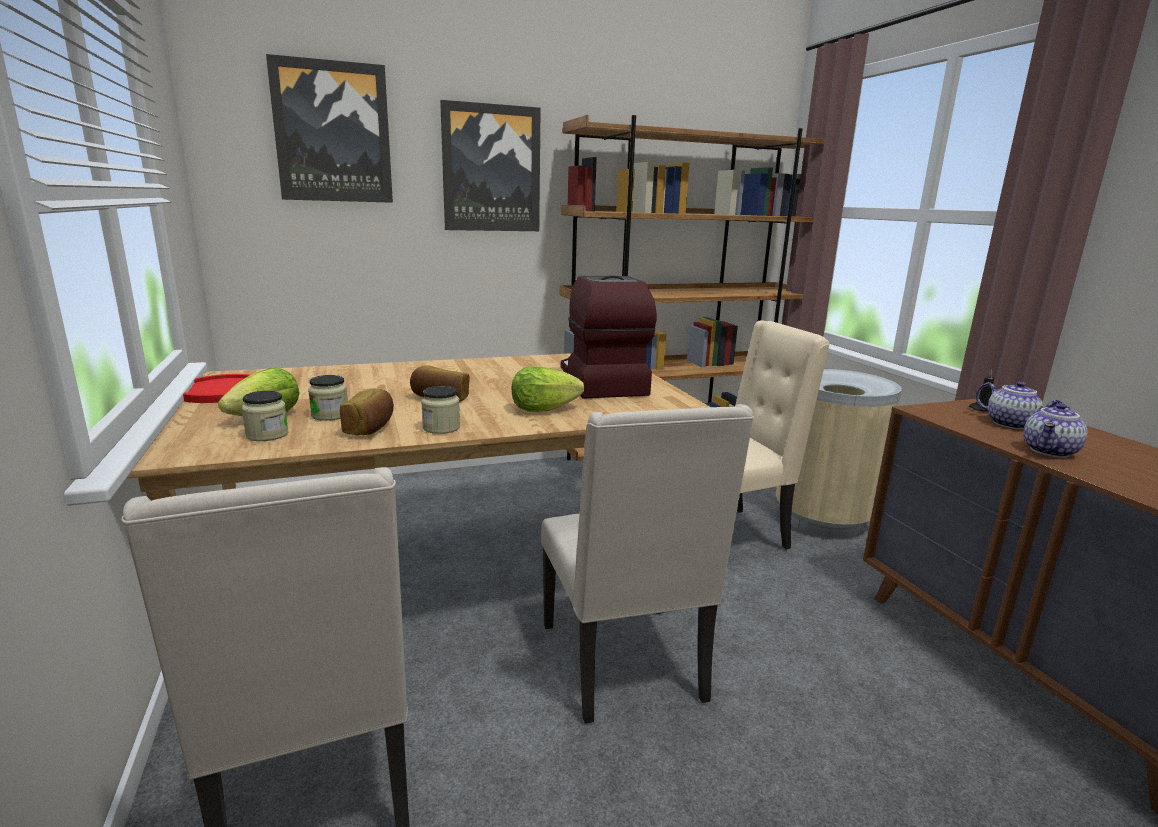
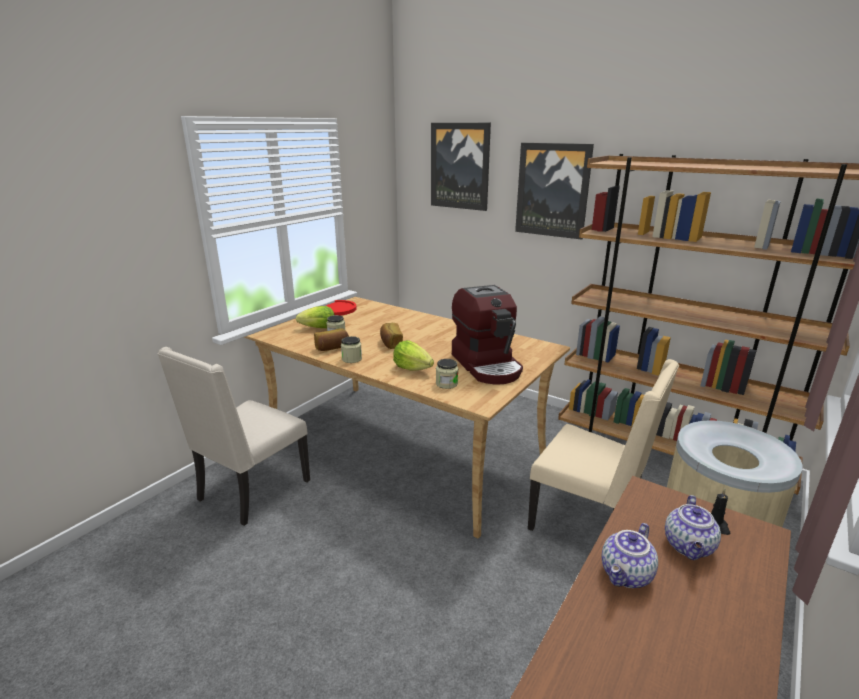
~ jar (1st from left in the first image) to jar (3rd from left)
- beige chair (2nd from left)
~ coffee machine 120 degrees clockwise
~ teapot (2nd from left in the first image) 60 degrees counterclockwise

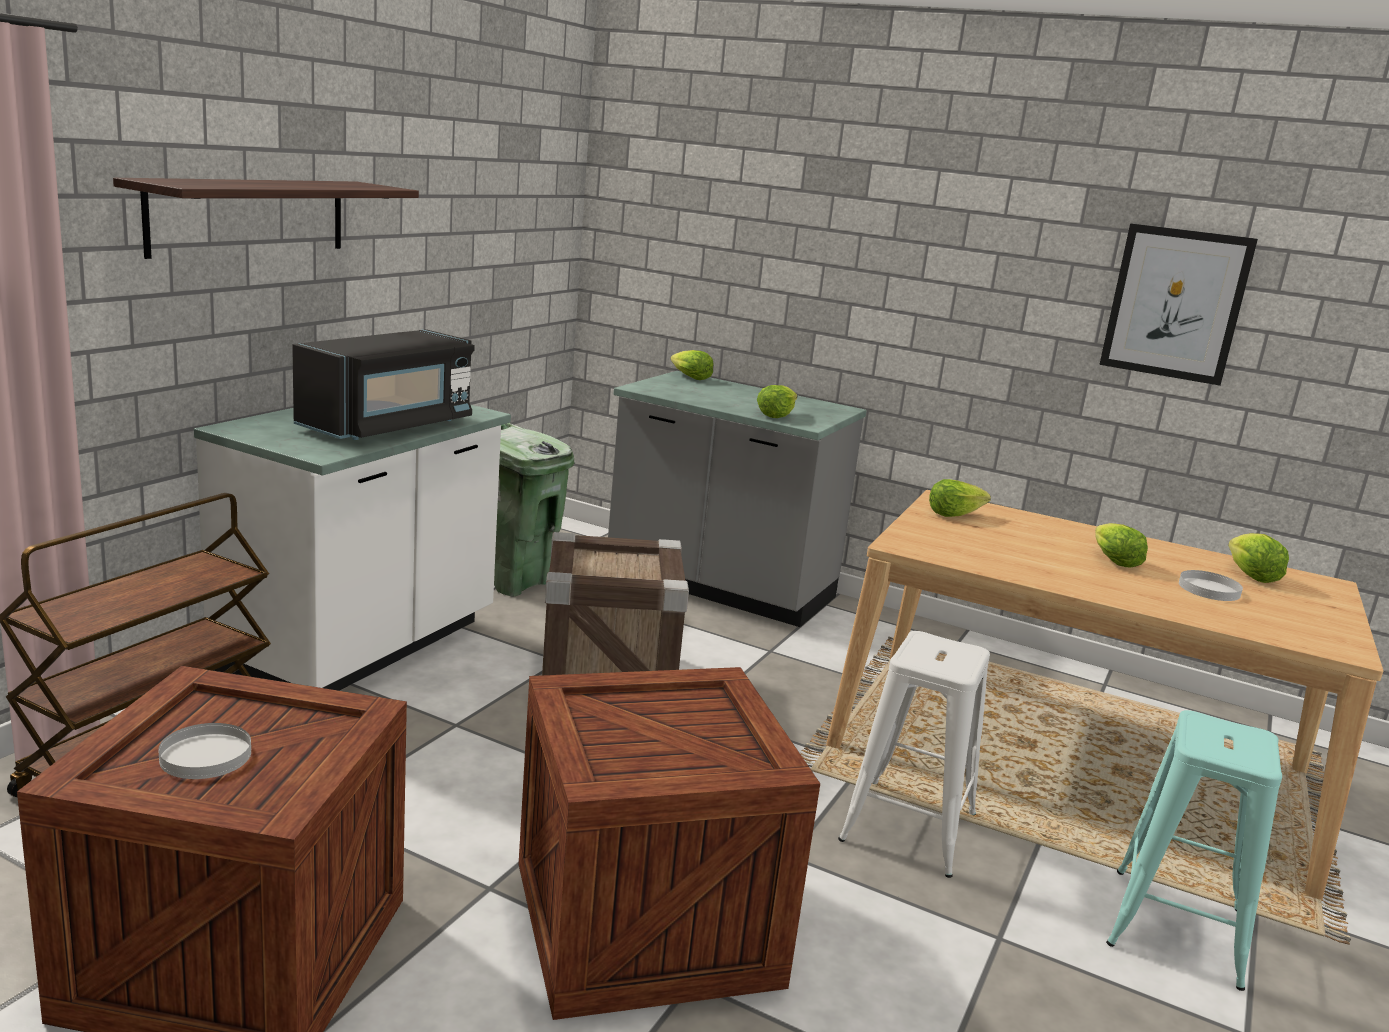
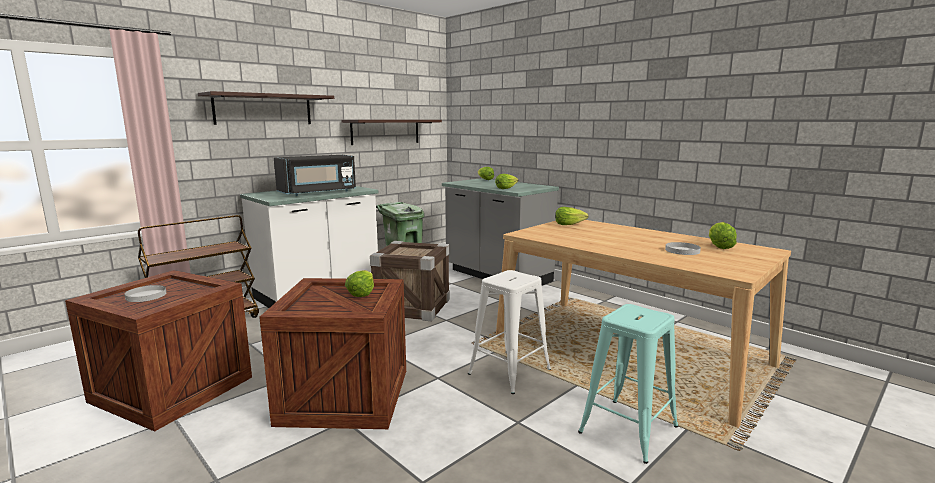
~ lettuce (4th from left in the first image) to lettuce (1st from left)
- picture
+ shelf (2nd from left)

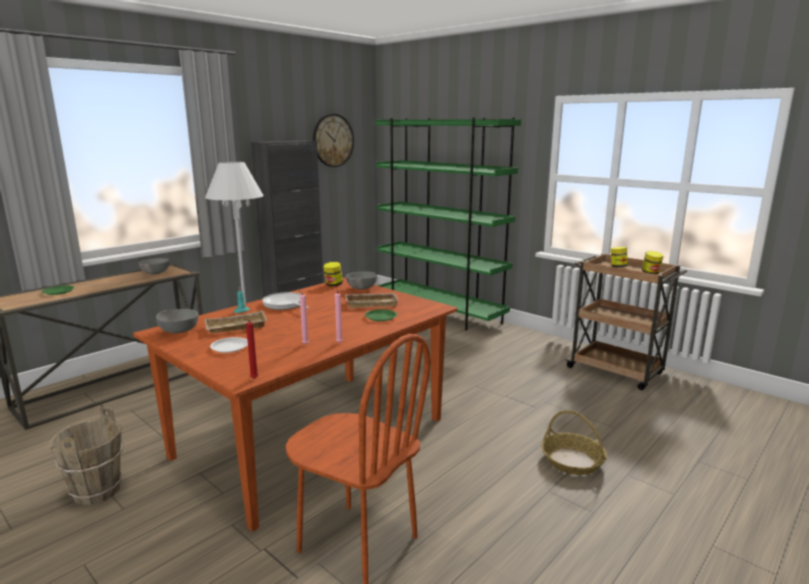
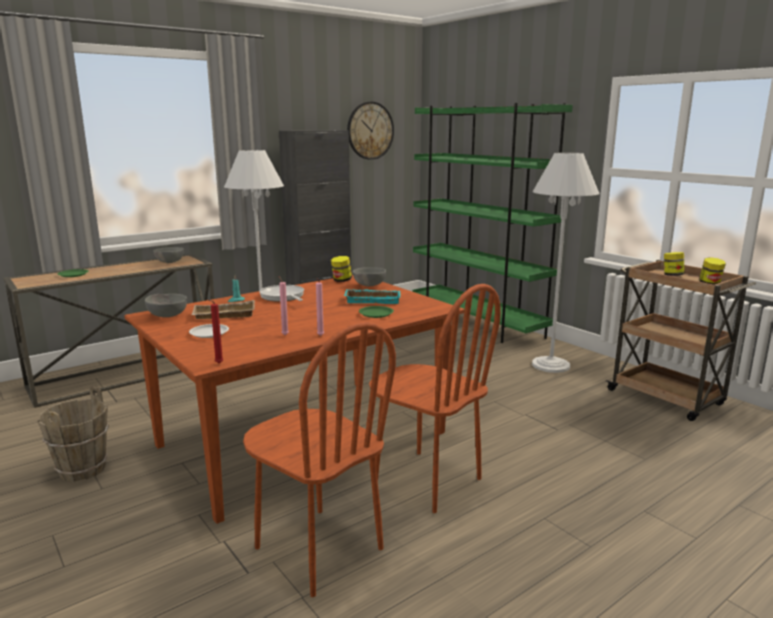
~ beige tray (2nd from left) to turquoise tray
- basket
+ brown chair (2nd from left)
+ white floor lamp (2nd from left)

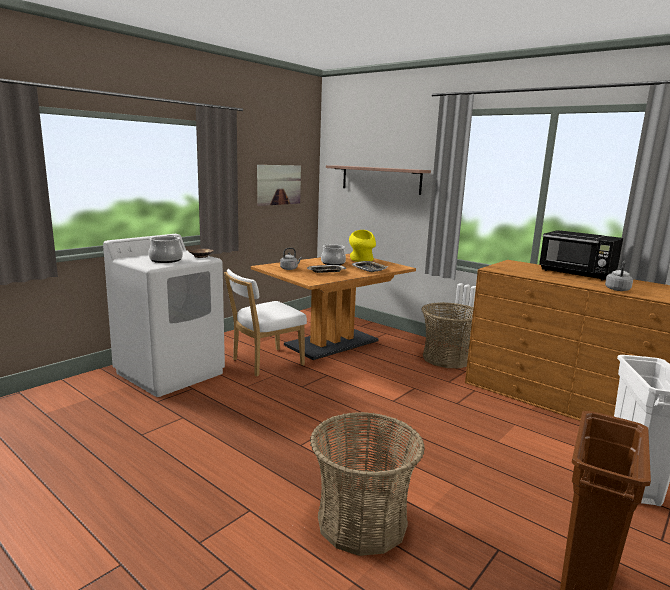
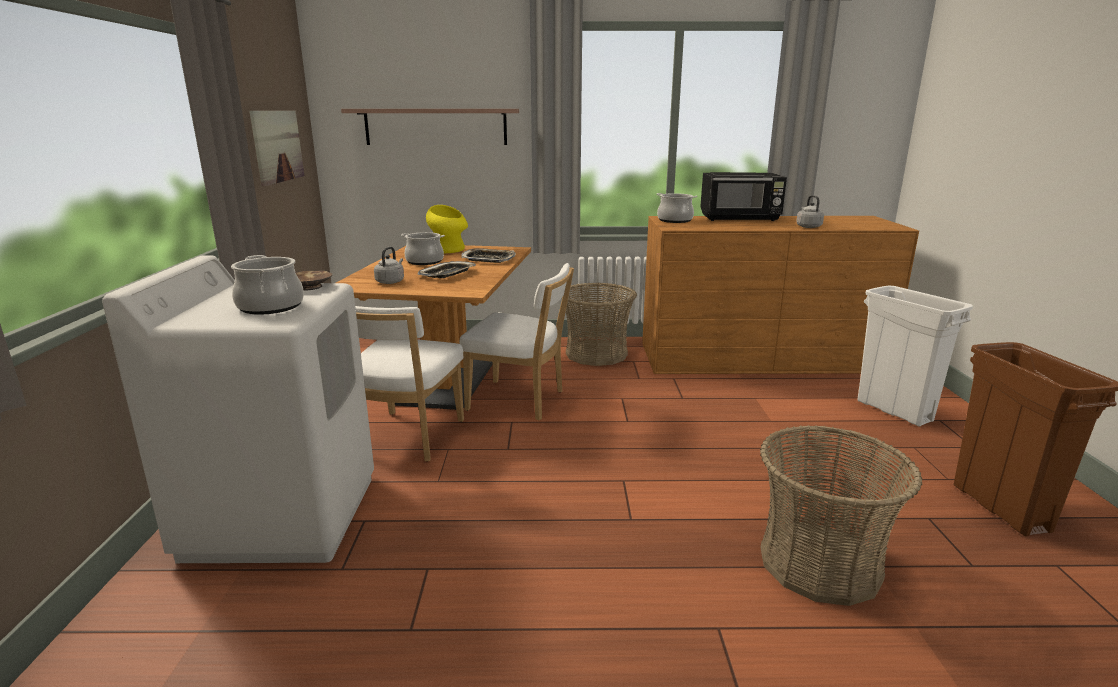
+ white chair (2nd from left)
+ cooking pot (3rd from left)

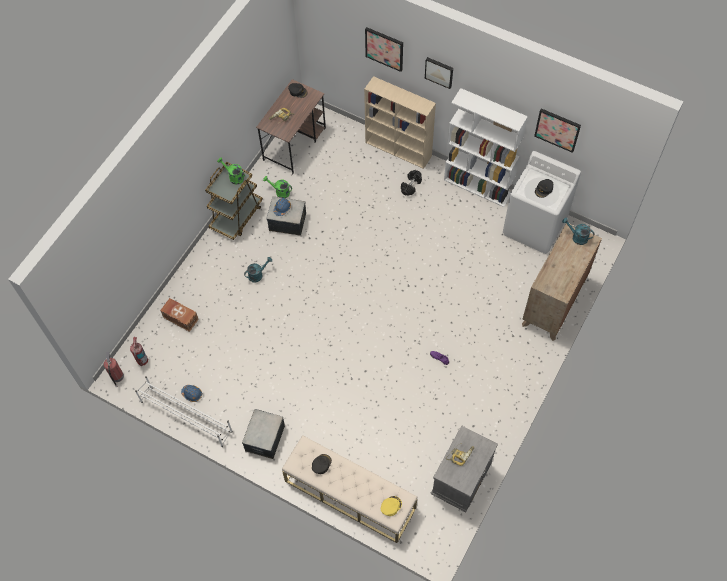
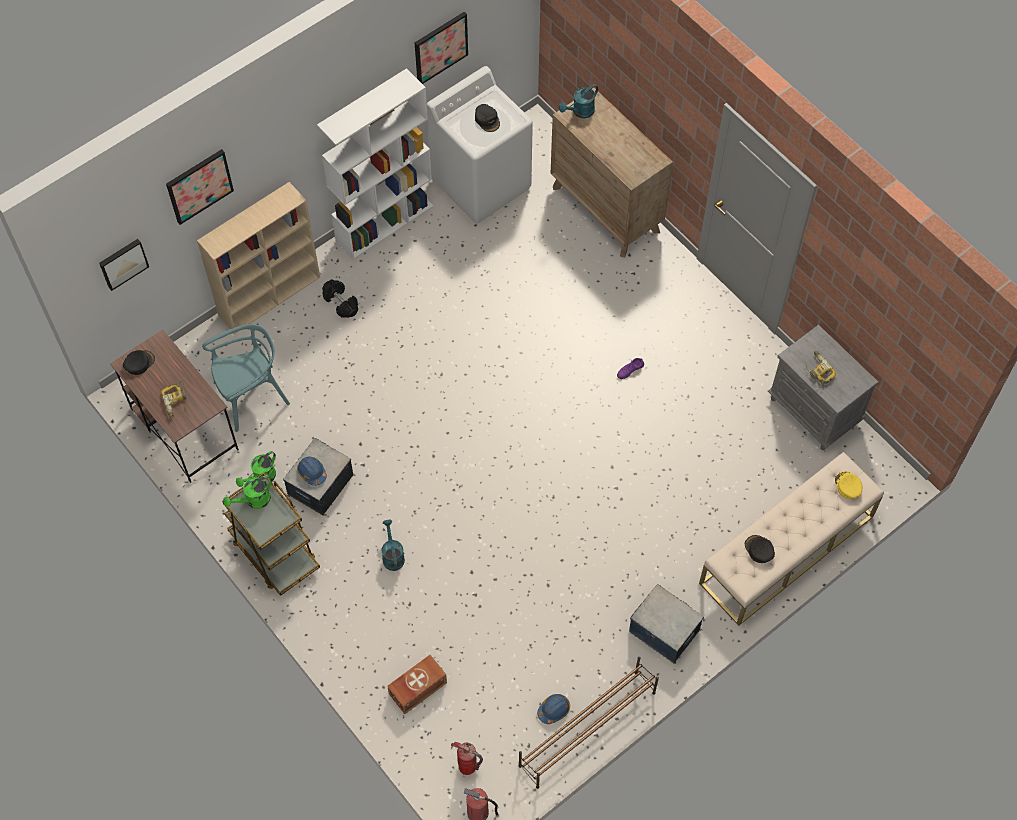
~ white shoe rack to brown shoe rack
~ picture (2nd from left in the first image) to picture (1st from left)
+ turquoise chair

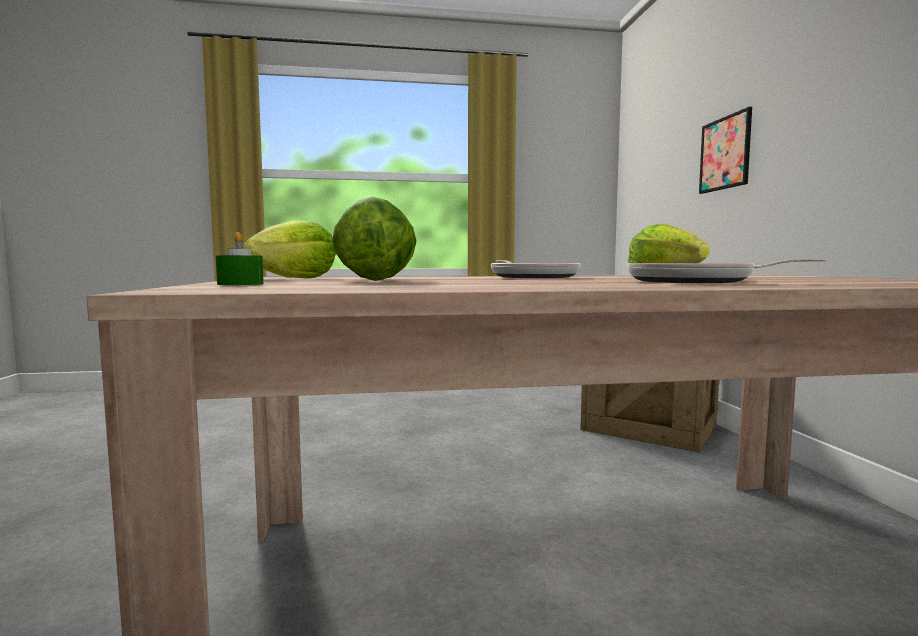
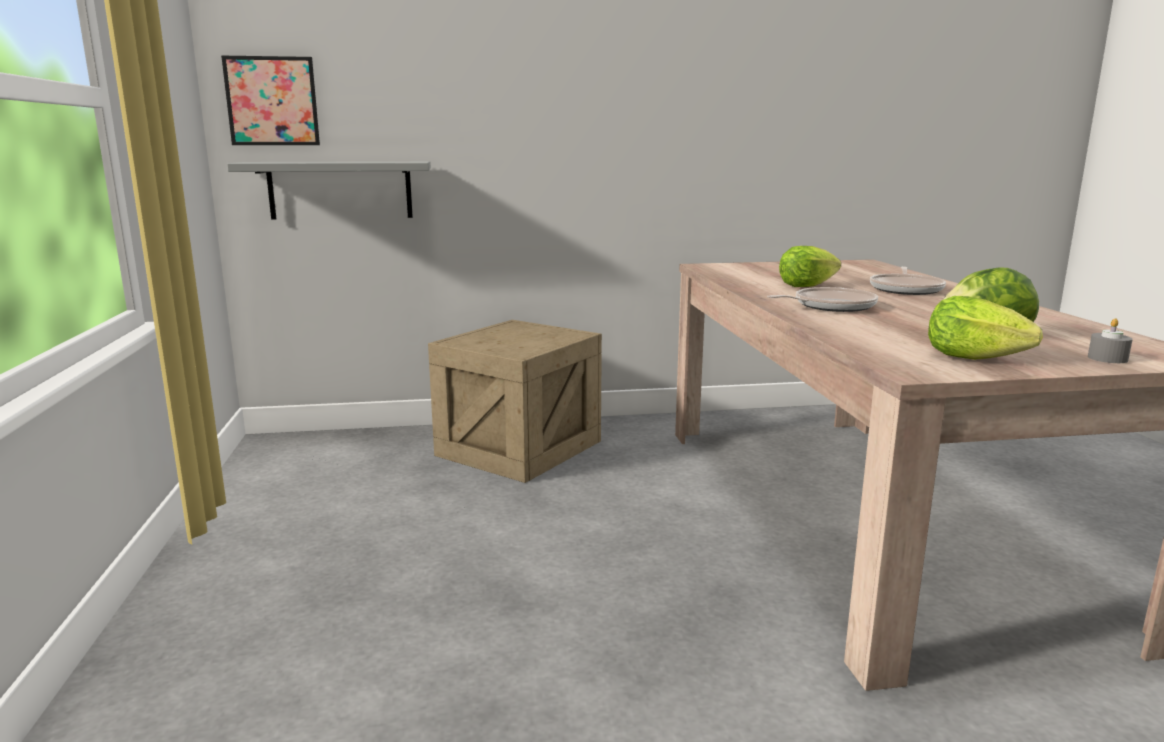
~ green candle to grey candle
~ picture
+ grey shelf

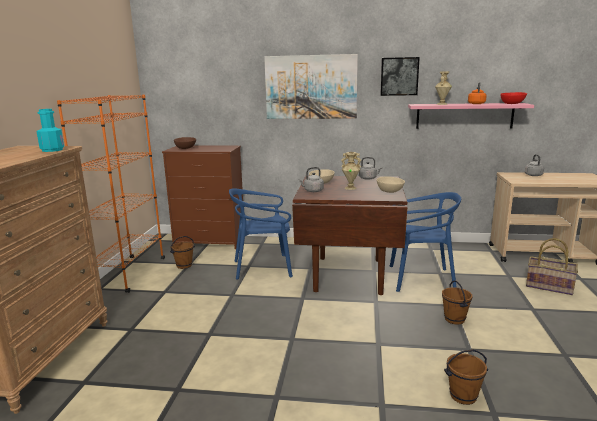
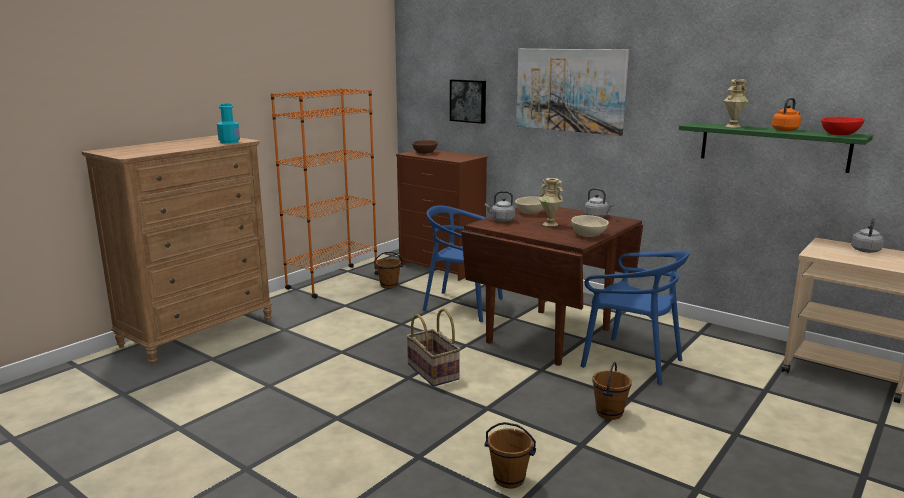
~ picture (2nd from left in the first image) to picture (1st from left)
~ pink shelf to green shelf
~ basket

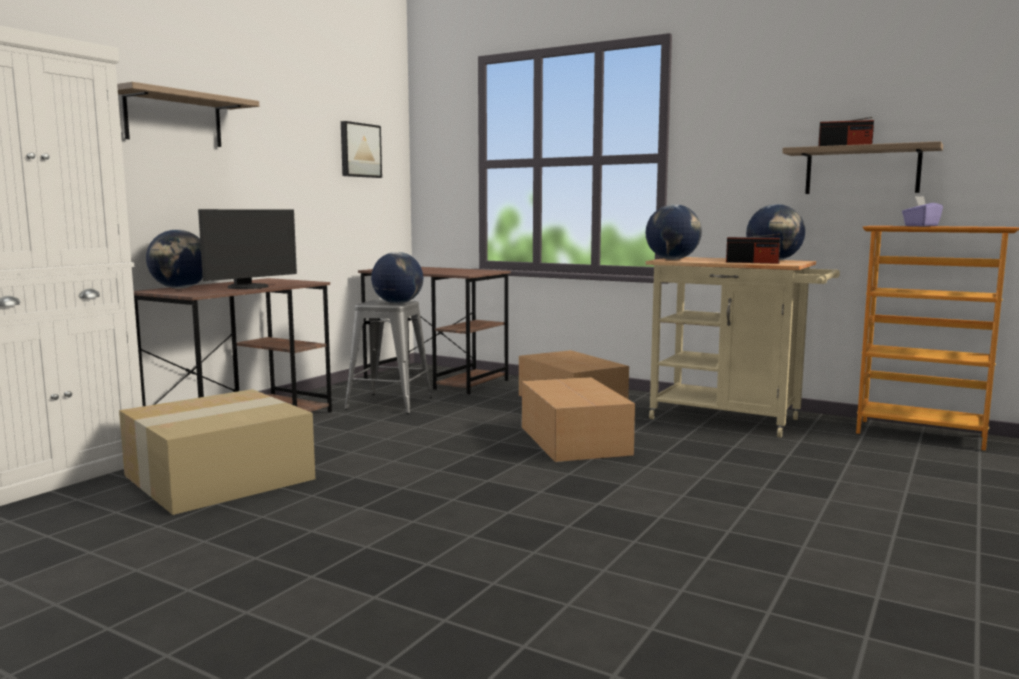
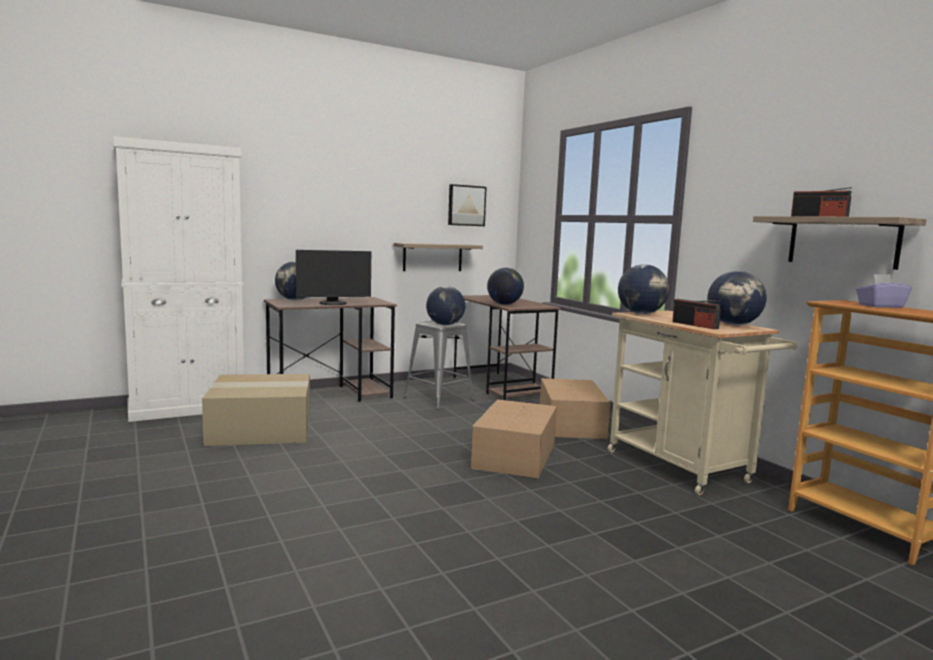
~ shelf (1st from left)
+ globe (3rd from left)

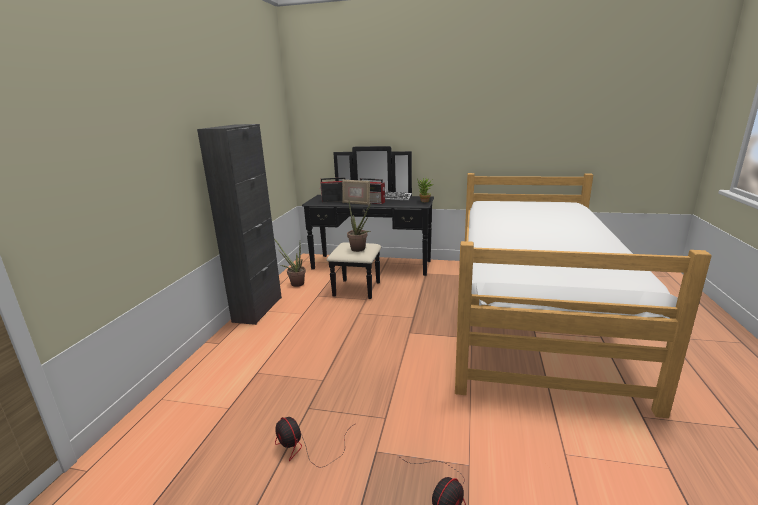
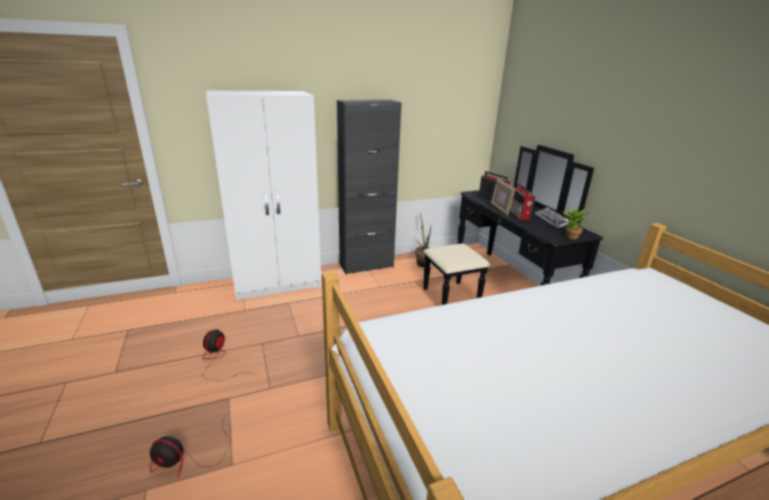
- potted plant (2nd from left)
+ white wardrobe

